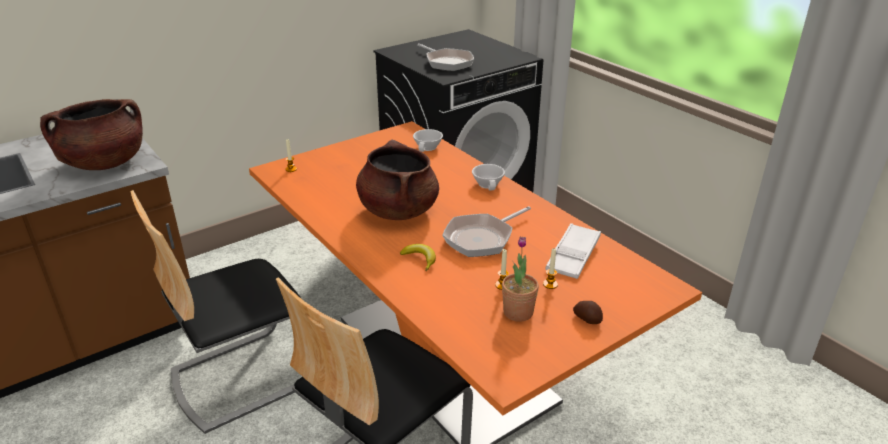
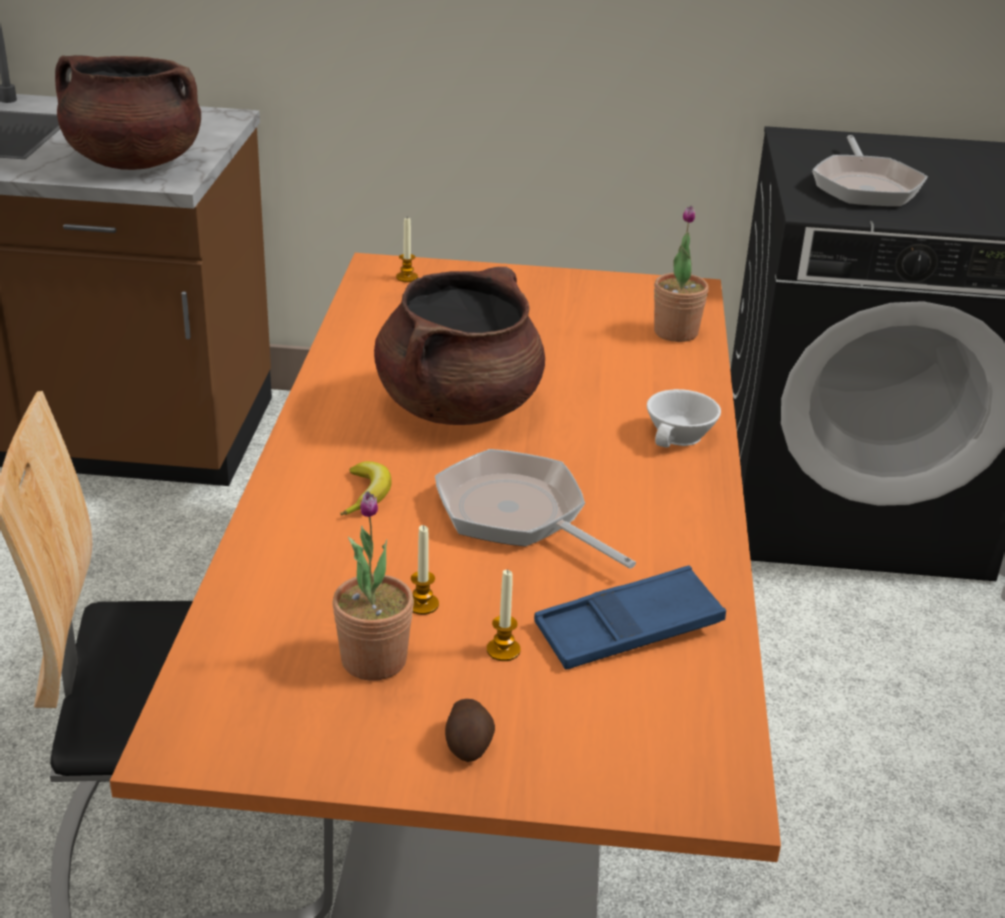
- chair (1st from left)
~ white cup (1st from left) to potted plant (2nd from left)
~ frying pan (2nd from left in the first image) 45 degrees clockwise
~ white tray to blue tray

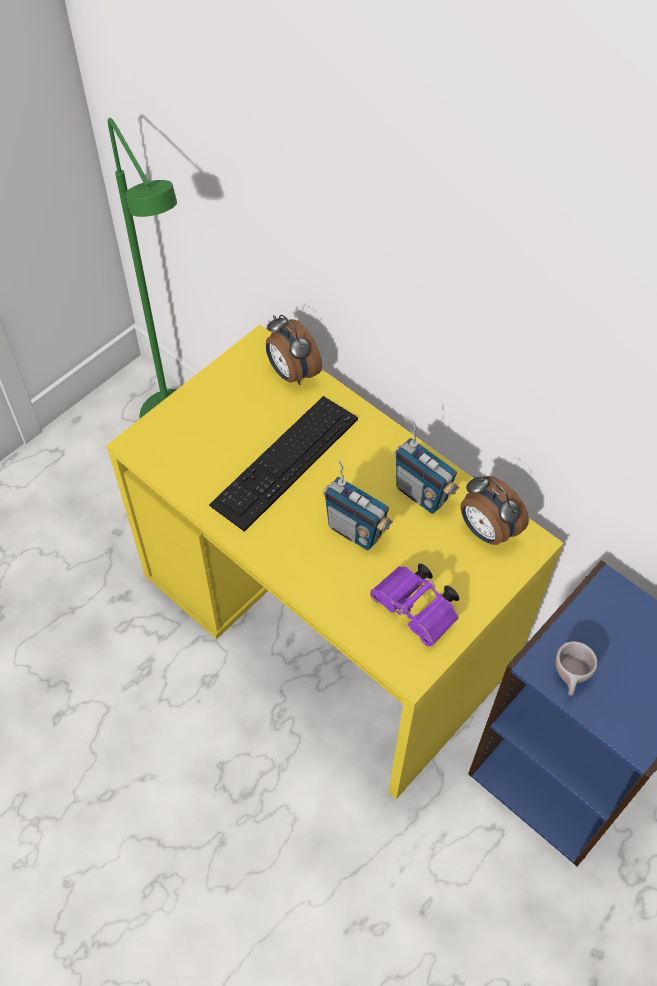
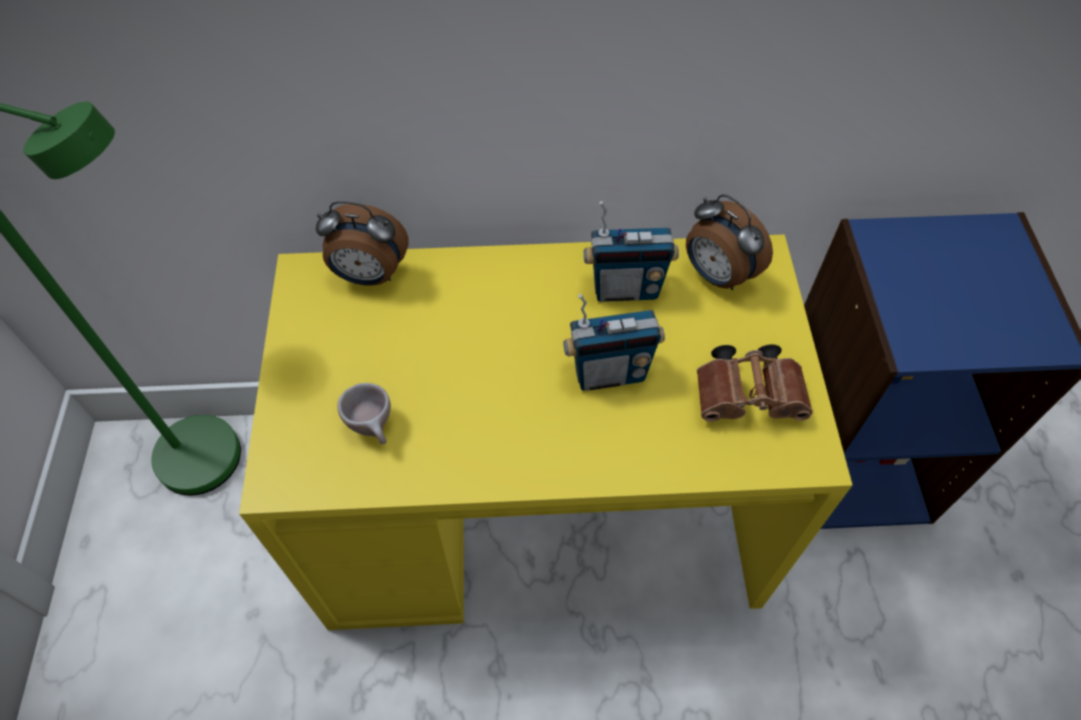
- keyboard
~ purple binoculars to brown binoculars
~ alarm clock (2nd from left) 45 degrees clockwise
~ beige cup

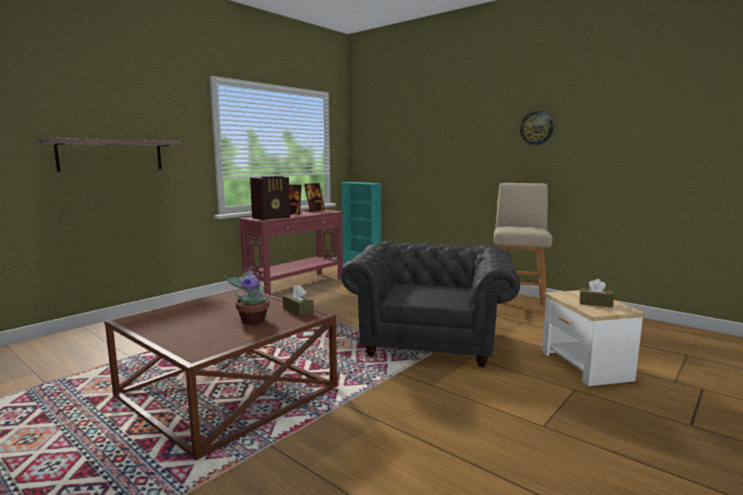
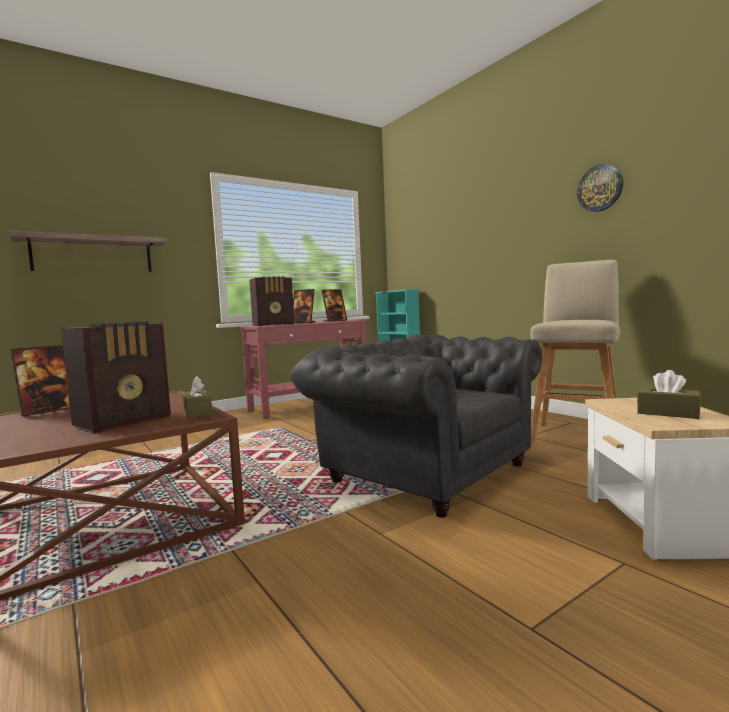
~ potted plant to radio (1st from left)
~ grey armchair 75 degrees counterclockwise
+ picture frame (1st from left)

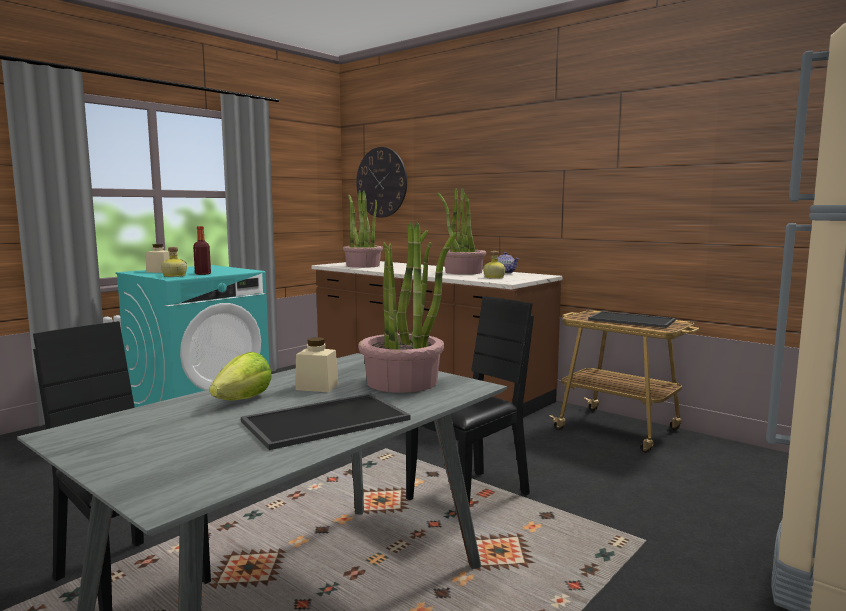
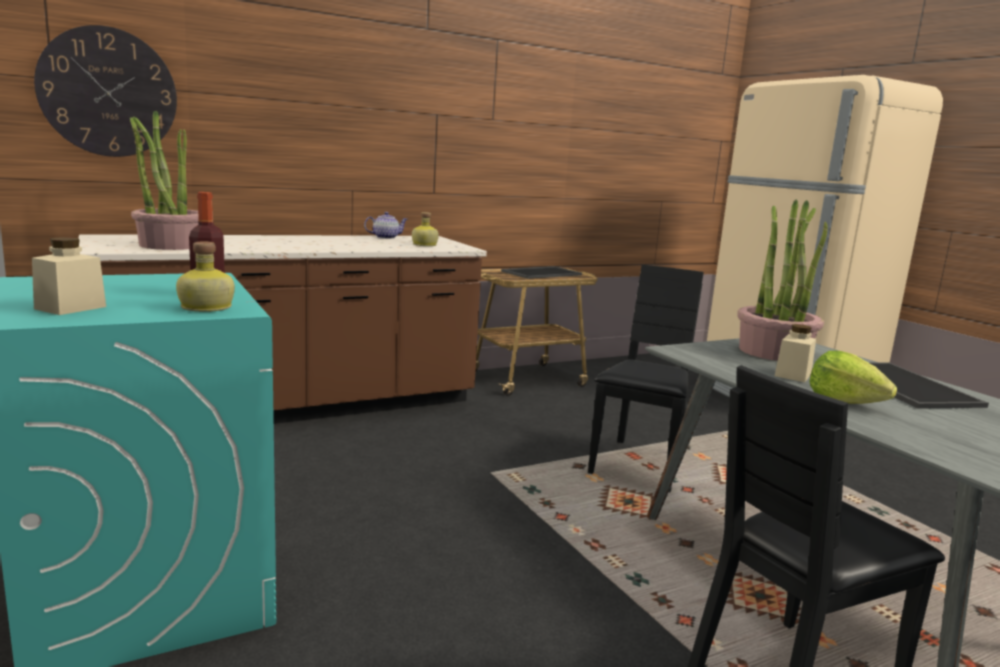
~ black chair (2nd from left in the first image) 45 degrees clockwise
- potted plant (3rd from left)

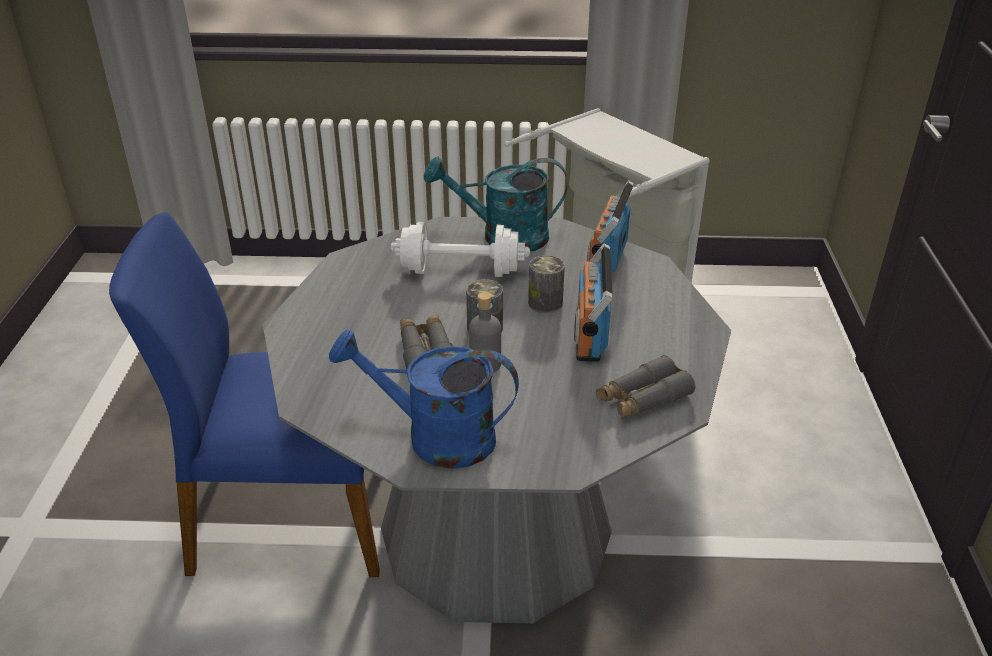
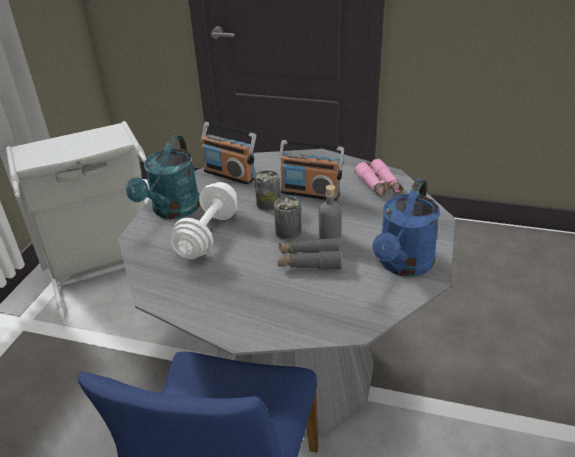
~ grey binoculars (2nd from left) to pink binoculars

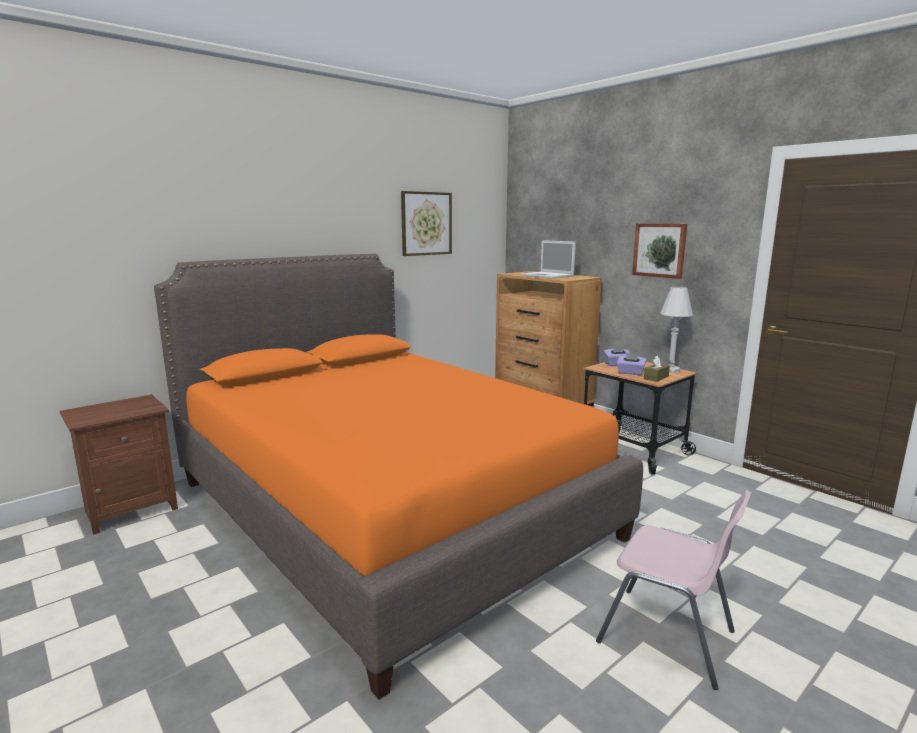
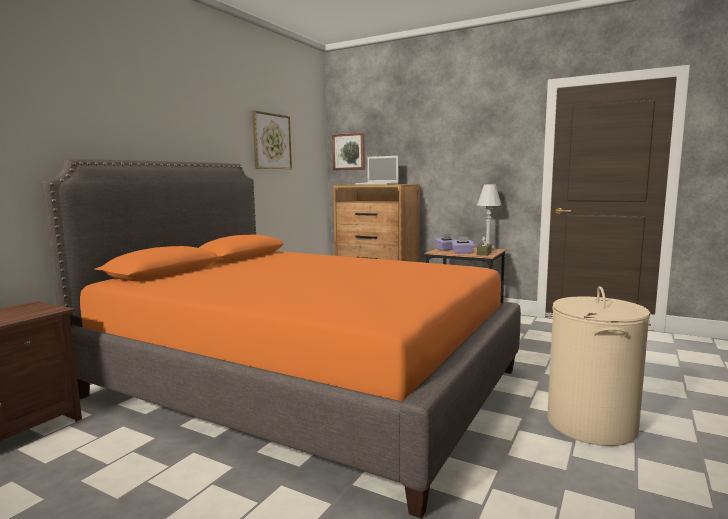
~ pink chair to beige laundry basket
~ picture (2nd from left)

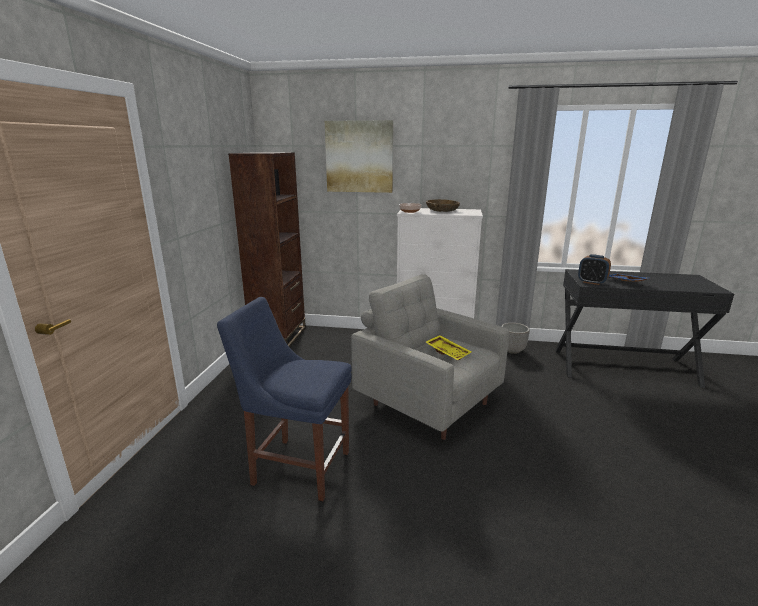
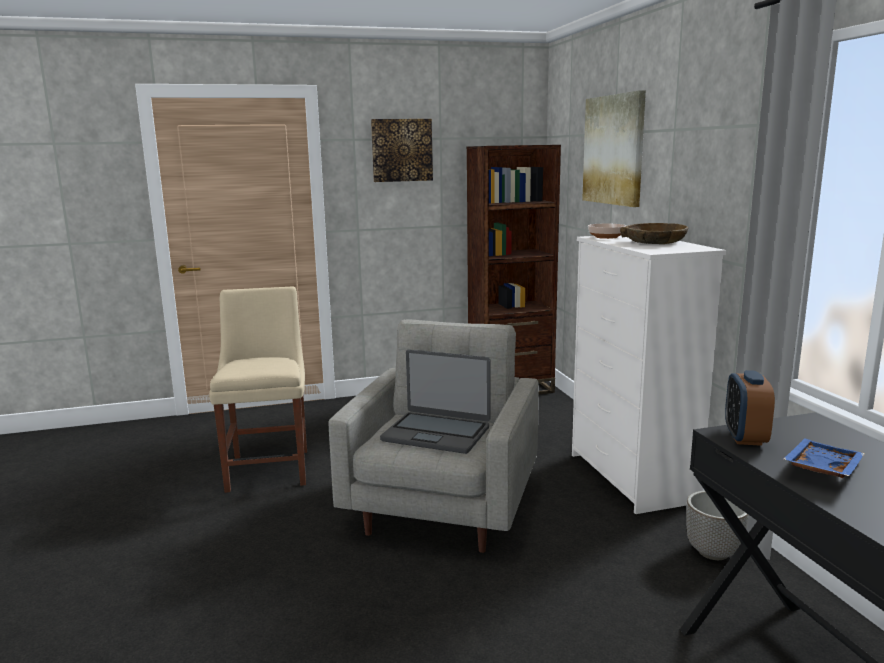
~ blue chair to beige chair
~ yellow tray to laptop
+ picture (1st from left)

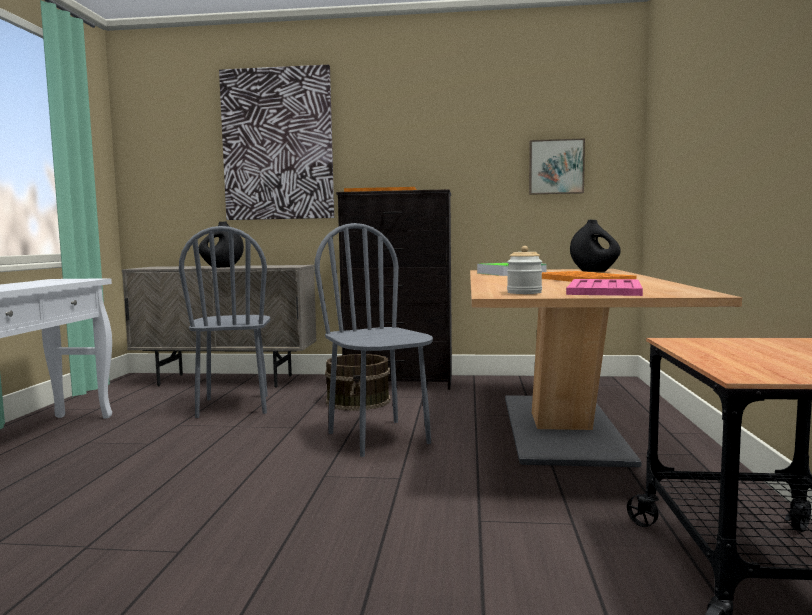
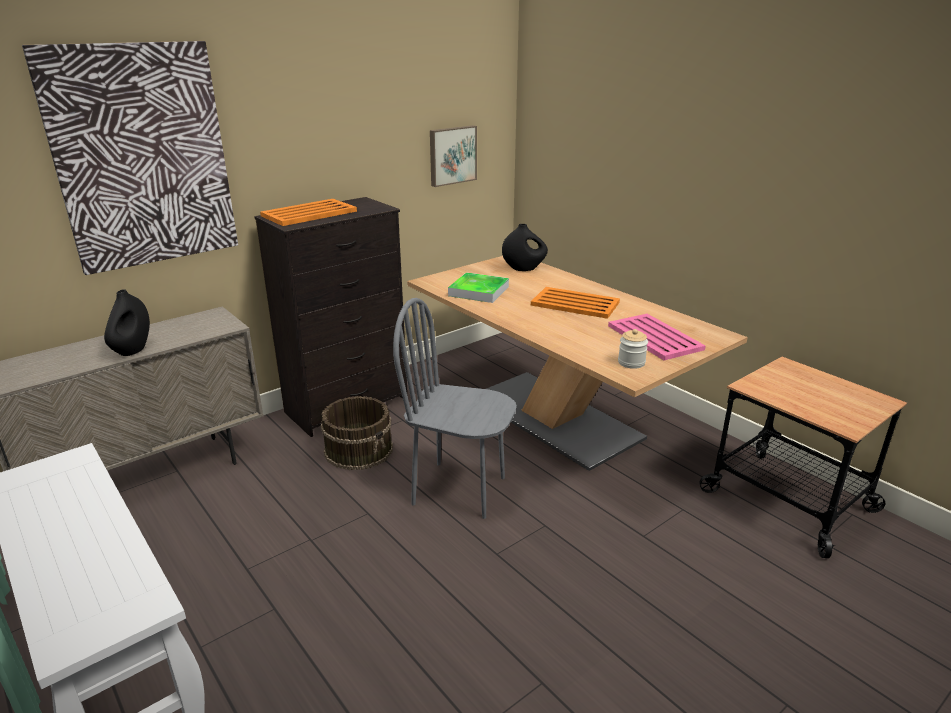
- grey chair (1st from left)

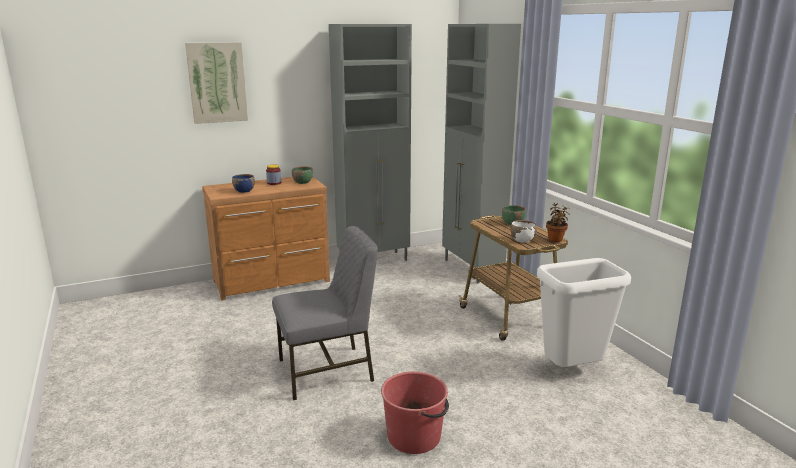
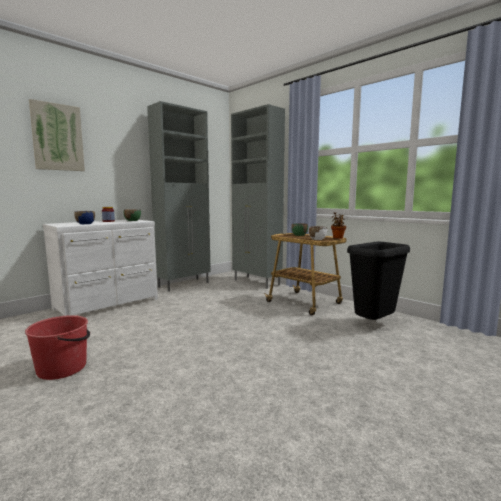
~ brown dresser to white dresser
- grey chair
~ red bucket
~ white trash can to black trash can

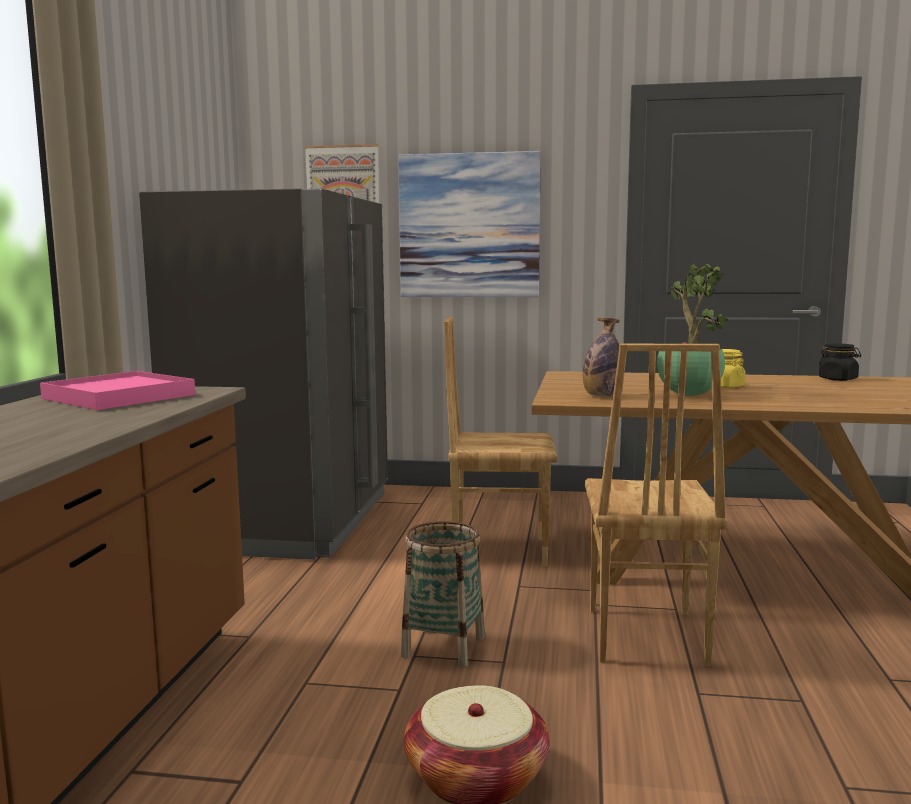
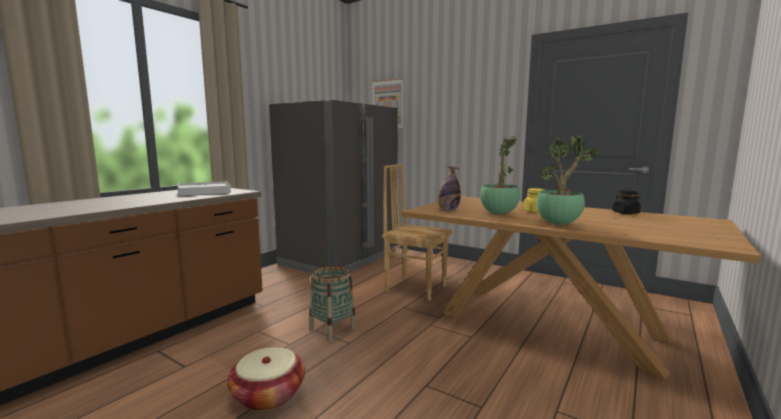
~ pink tray to white tray
- picture (2nd from left)
- brown chair (2nd from left)
+ potted plant (2nd from left)

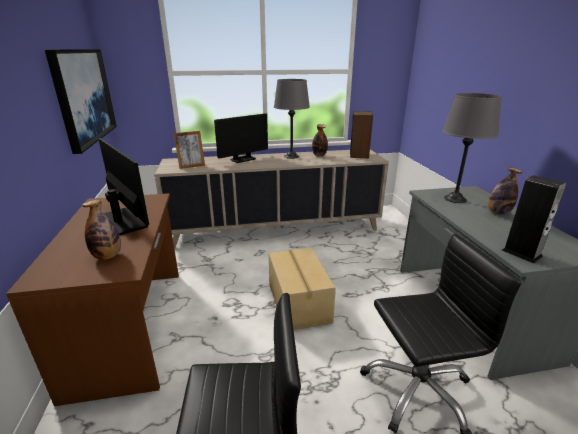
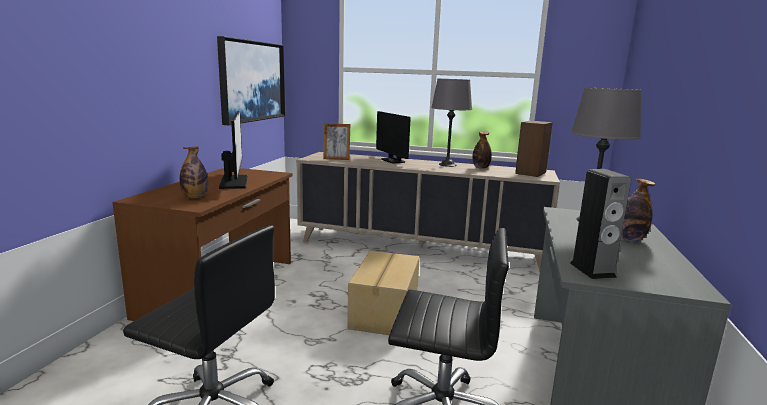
~ monitor (2nd from left) 75 degrees clockwise

